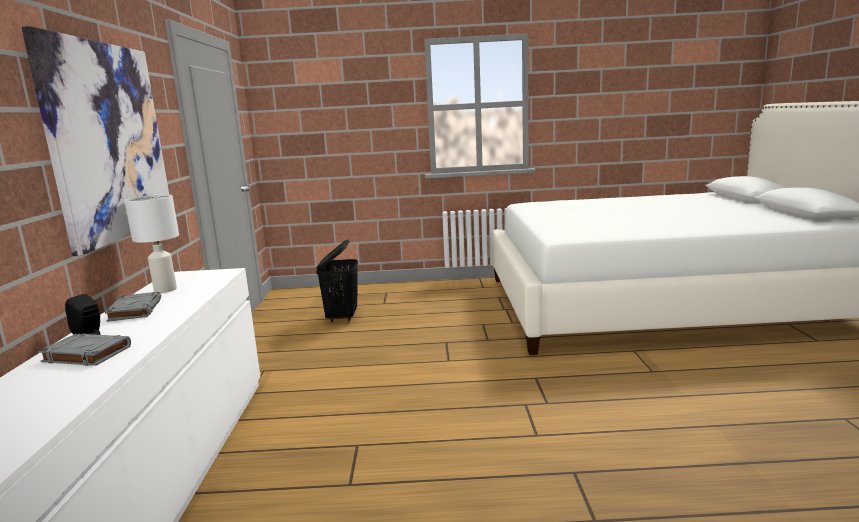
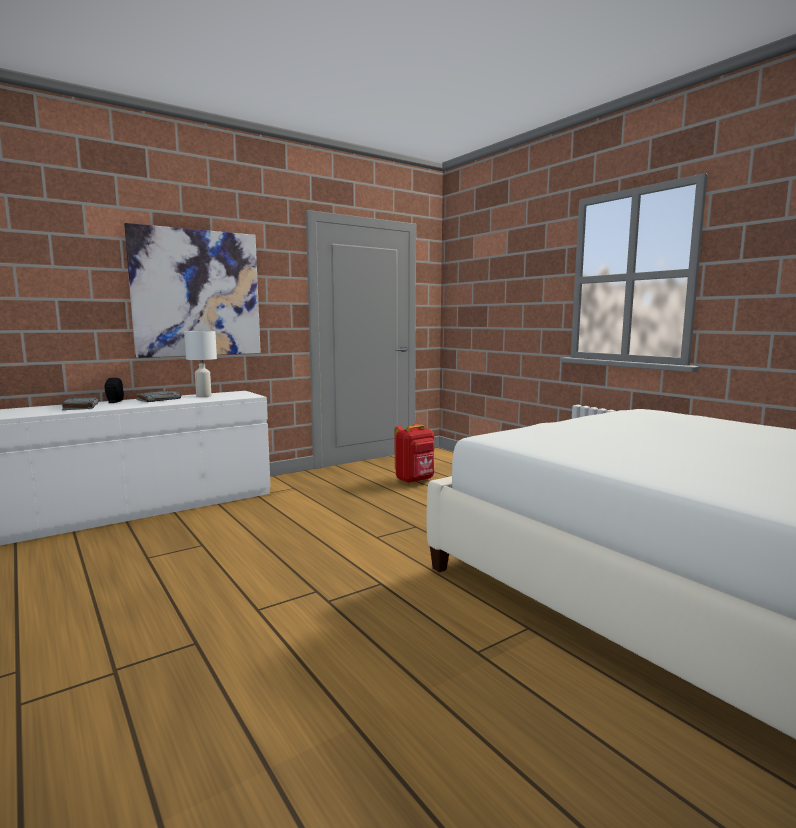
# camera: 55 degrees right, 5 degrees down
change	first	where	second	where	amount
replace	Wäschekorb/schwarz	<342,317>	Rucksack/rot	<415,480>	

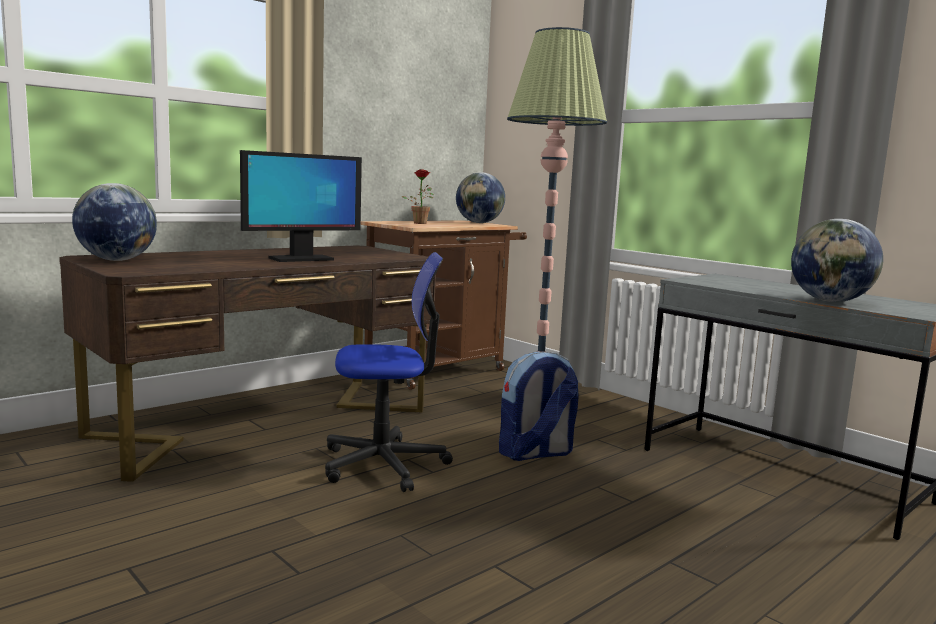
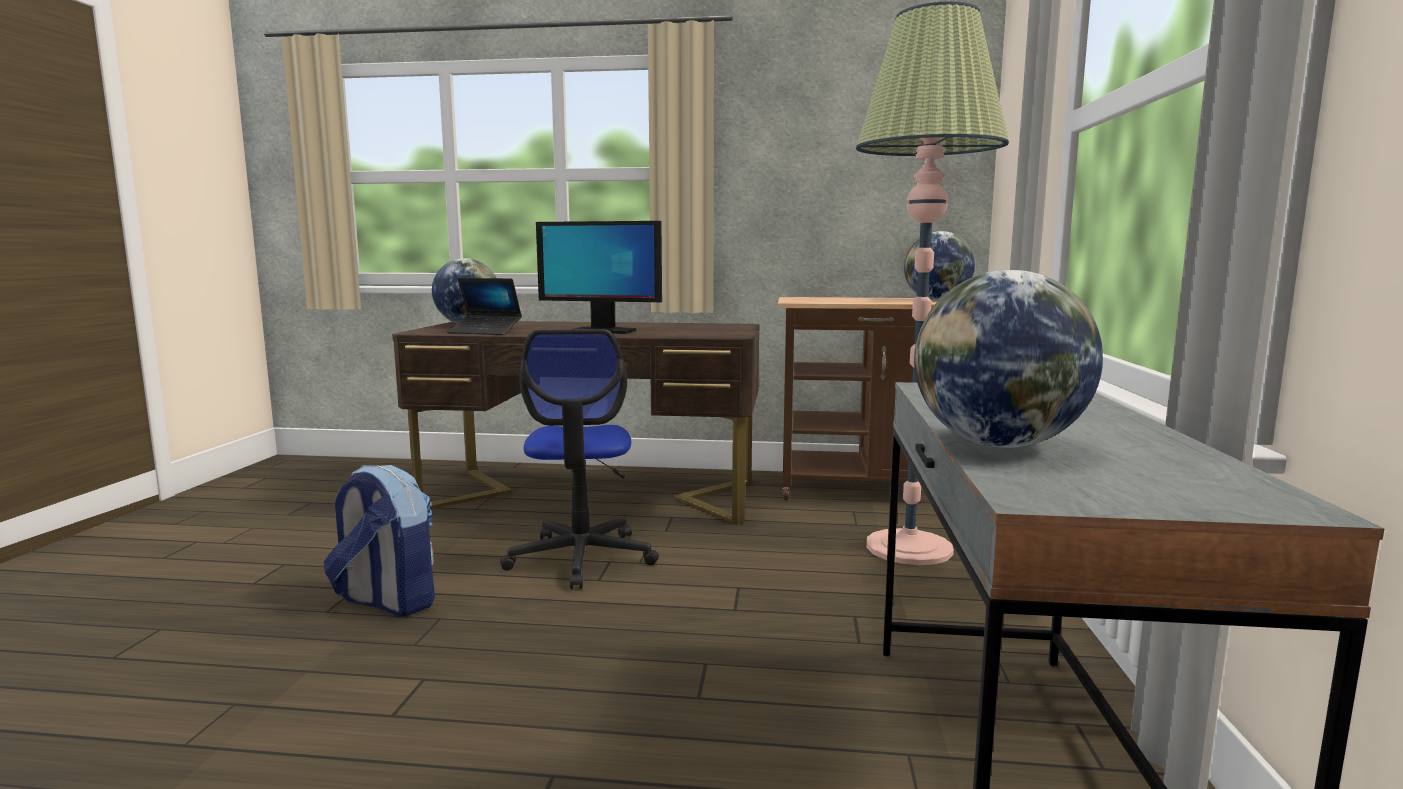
# camera: 50 degrees right, 0 degrees up
change	first	where	second	where	amount
rotate	Bürostuhl	<384,464>		<581,558>	45 degrees clockwise
delete	Topfpflanze	<420,223>			
move	Rucksack	<535,453>		<386,601>	
insert			Laptop	<485,332>	

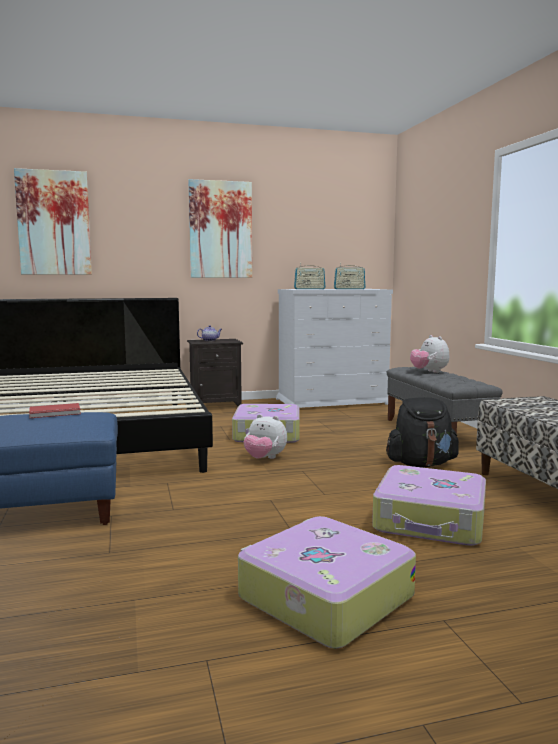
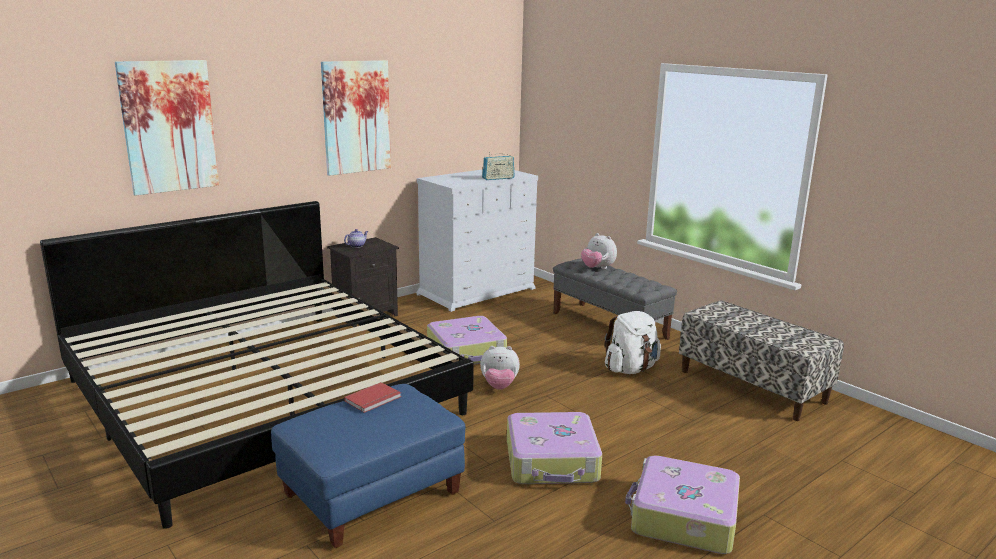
# camera: 25 degrees left, 10 degrees up
change	first	where	second	where	amount
delete	Radio	<309,289>			
move	Koffer	<430,521>		<552,461>	
recolor	Rucksack/schwarz	<421,464>	Rucksack/weiß	<630,369>	

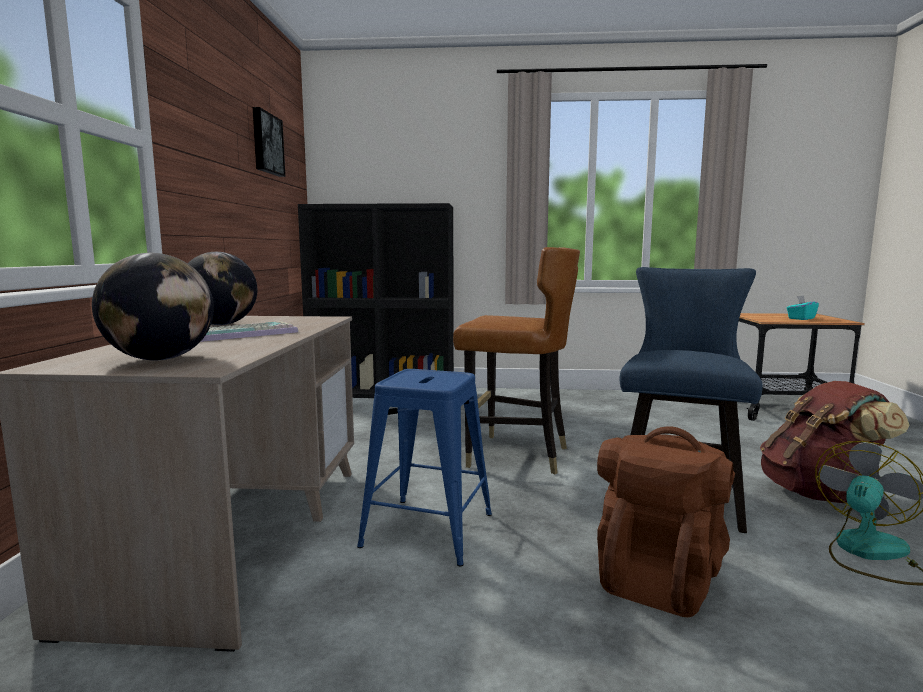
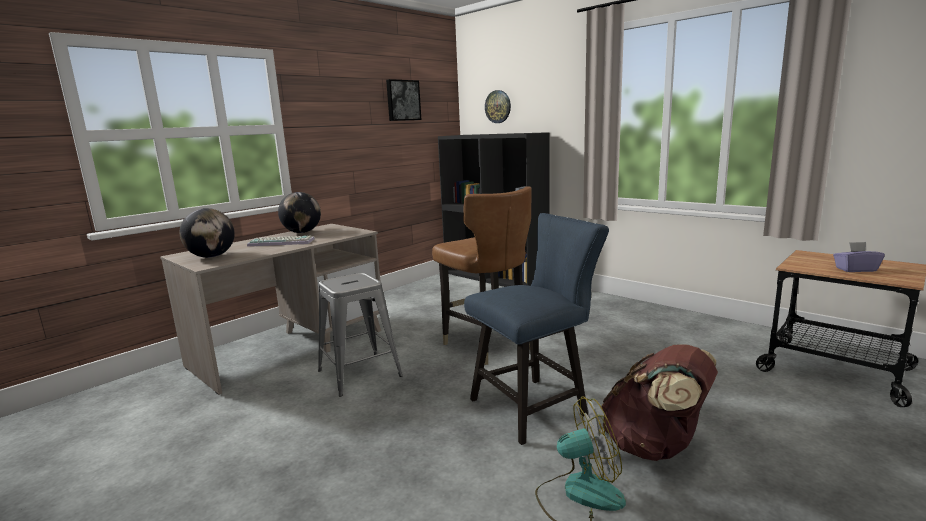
# camera: 40 degrees right, 5 degrees up
change	first	where	second	where	amount
recolor	Hocker/blau	<428,529>	Hocker/grau	<359,373>	
delete	Rucksack/braun	<658,576>			
recolor	Taschentuchbox/türkis	<801,318>	Taschentuchbox/lila	<855,269>	
insert			Wanduhr	<498,106>	

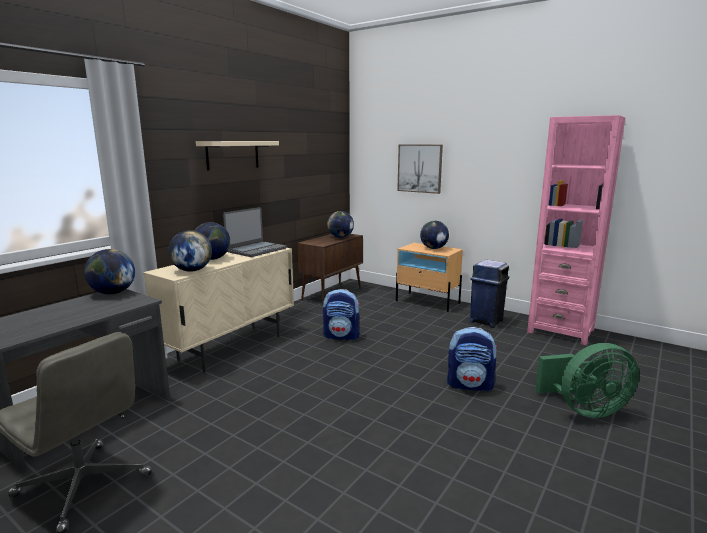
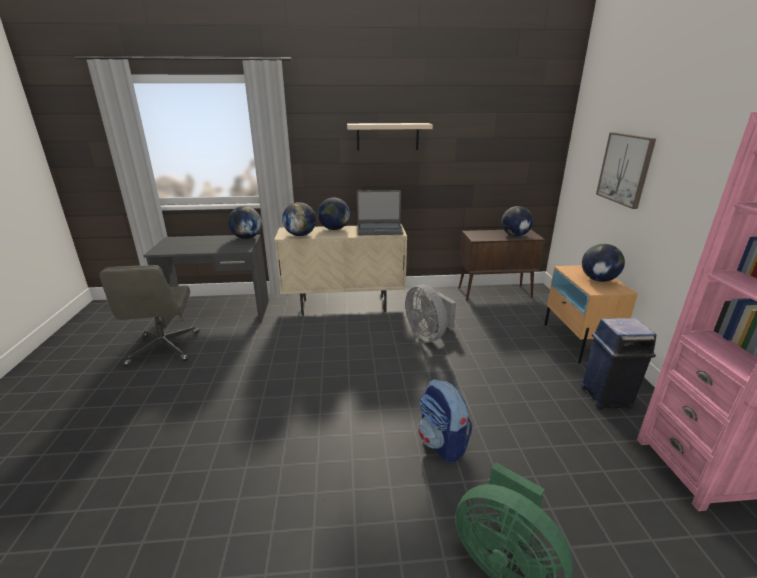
# camera: 50 degrees right, 10 degrees up
change	first	where	second	where	amount
replace	Rucksack	<342,336>	Ventilator/grau	<428,334>	

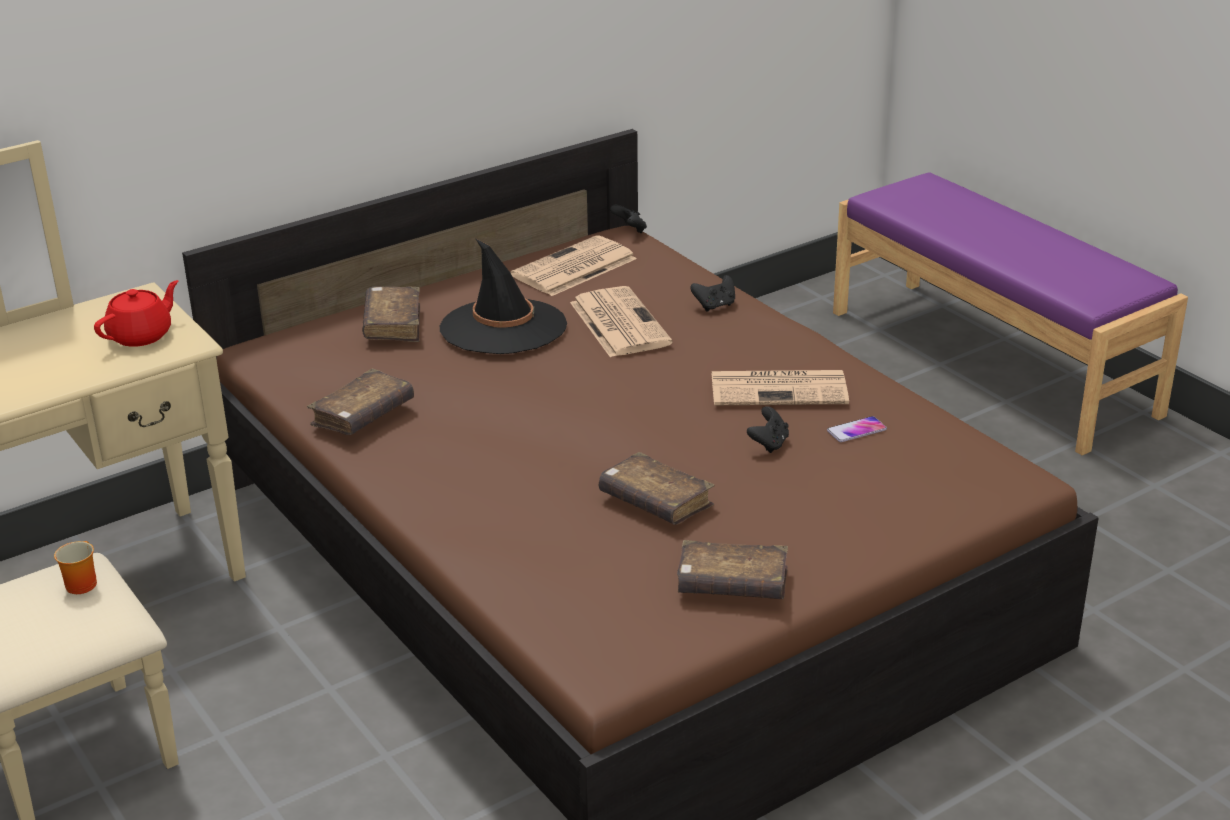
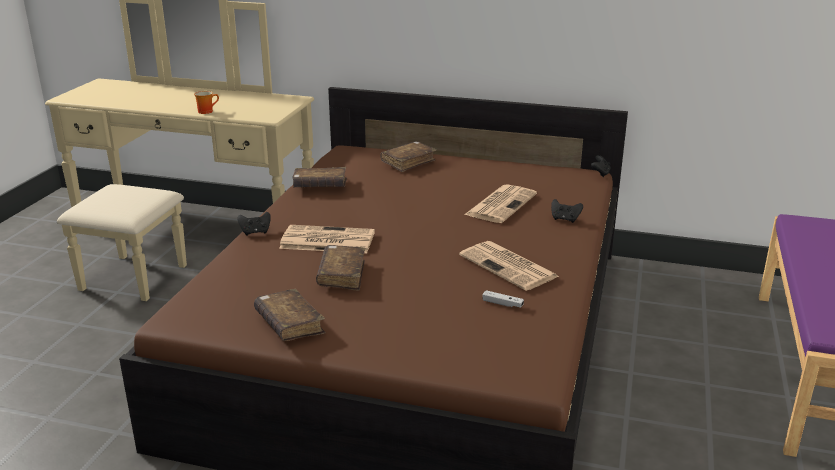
# camera: 50 degrees right, 5 degrees down
change	first	where	second	where	amount
move	Henkelbecher	<80,583>		<206,111>	
delete	Teekanne/rot	<141,335>			
delete	Hut/schwarz	<503,327>			
move	Zeitung	<573,268>		<326,240>	
move	Gamepad/schwarz	<769,444>		<255,232>	
replace	Handy	<856,430>	Gamepad/weiß	<502,304>	

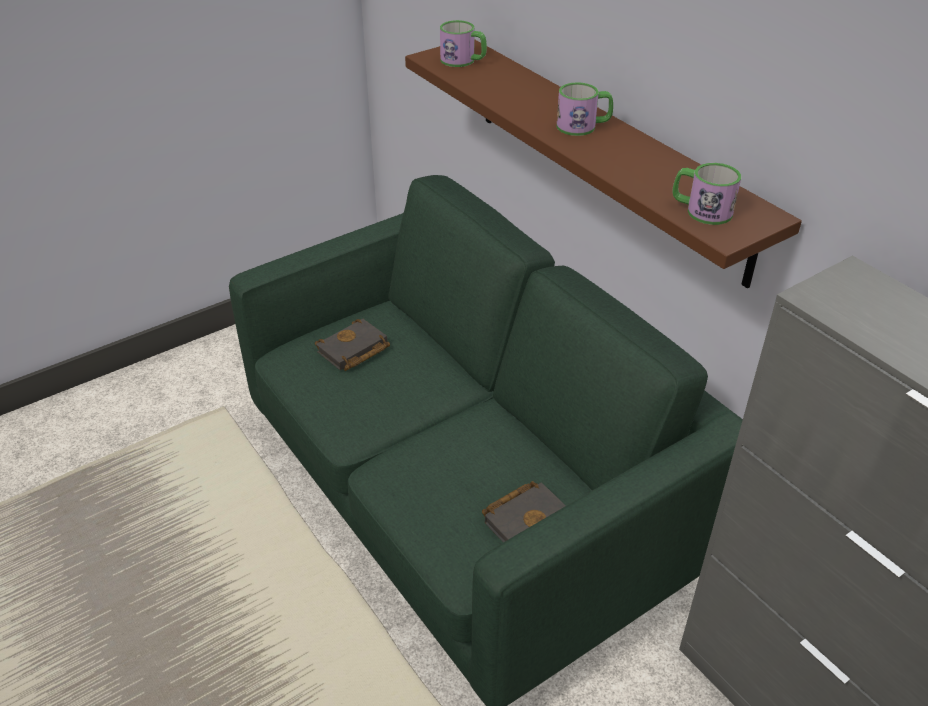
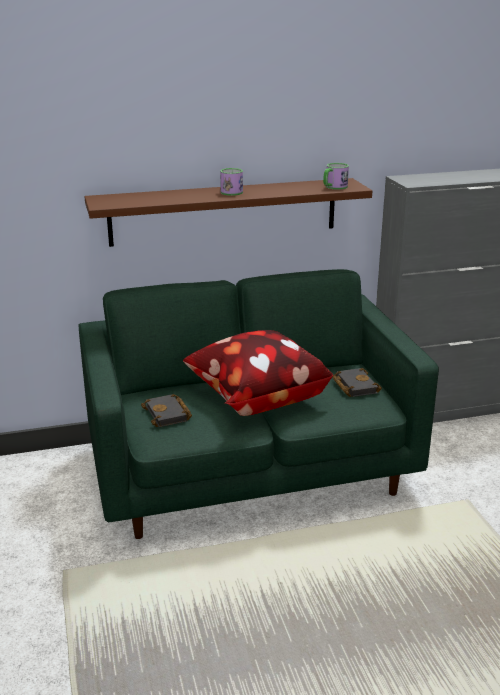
# camera: 70 degrees left, 15 degrees down
change	first	where	second	where	amount
delete	Henkelbecher	<463,61>			
insert			Kissen	<255,398>	

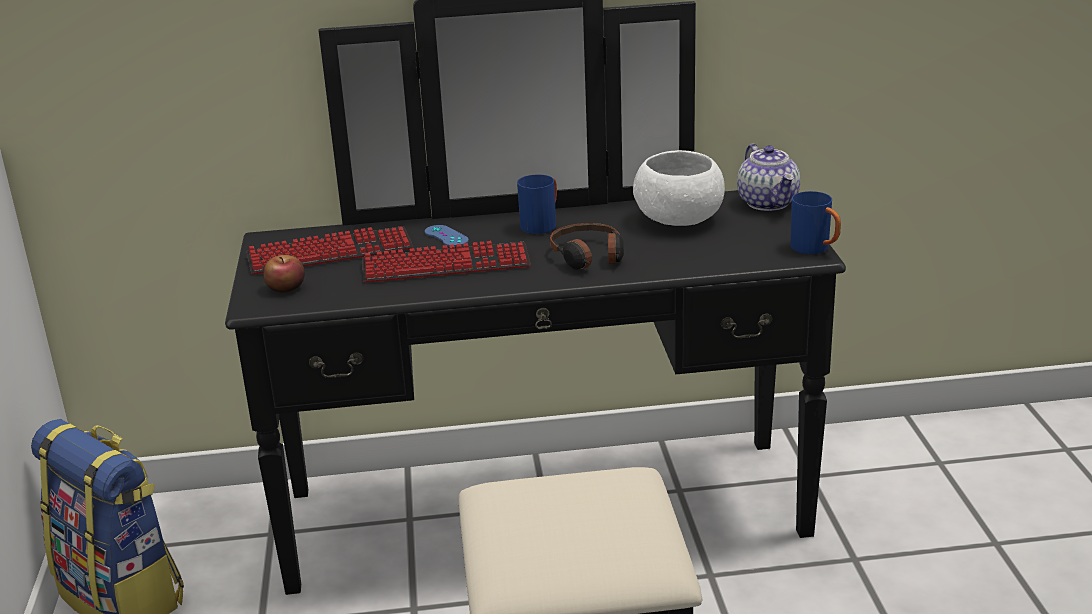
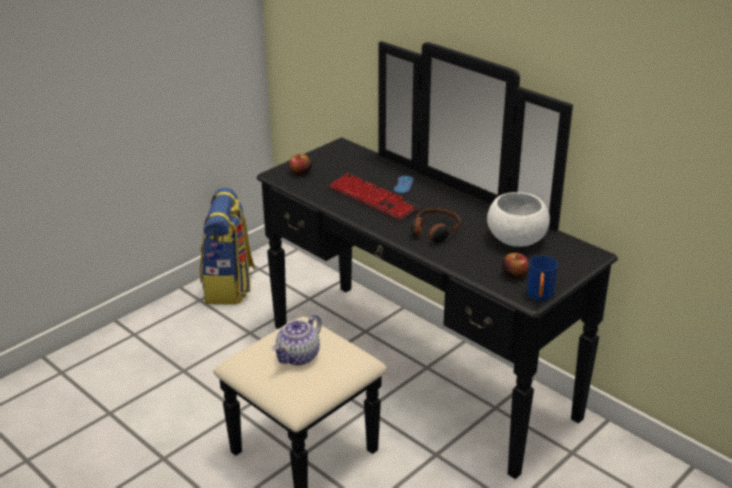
# camera: 50 degrees right, 5 degrees up
change	first	where	second	where	amount
delete	Tastatur	<330,253>			
delete	Henkelbecher/blau	<542,224>			
move	Teekanne	<769,203>		<298,356>	
insert			Apfel	<514,274>	

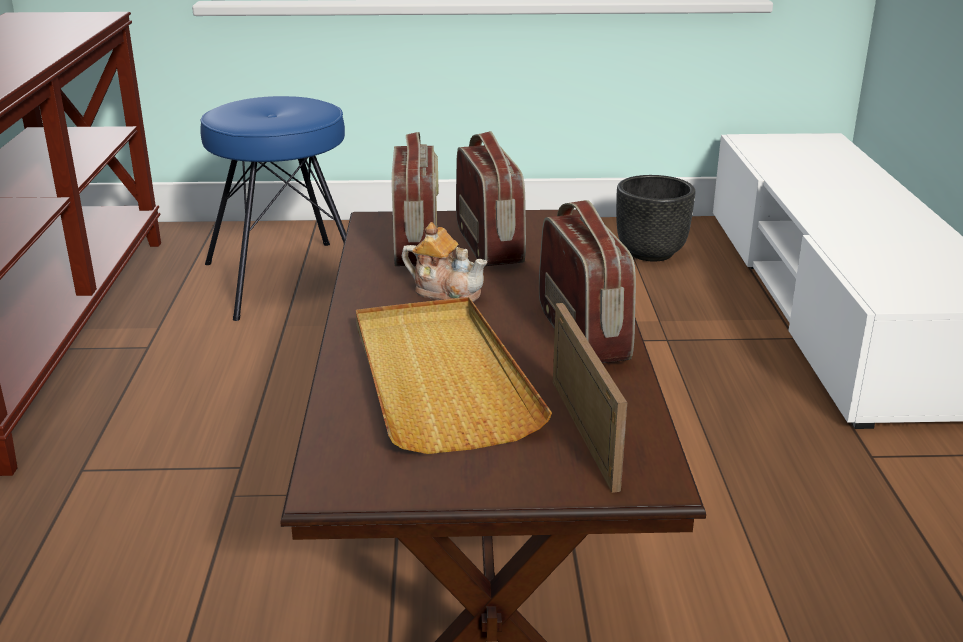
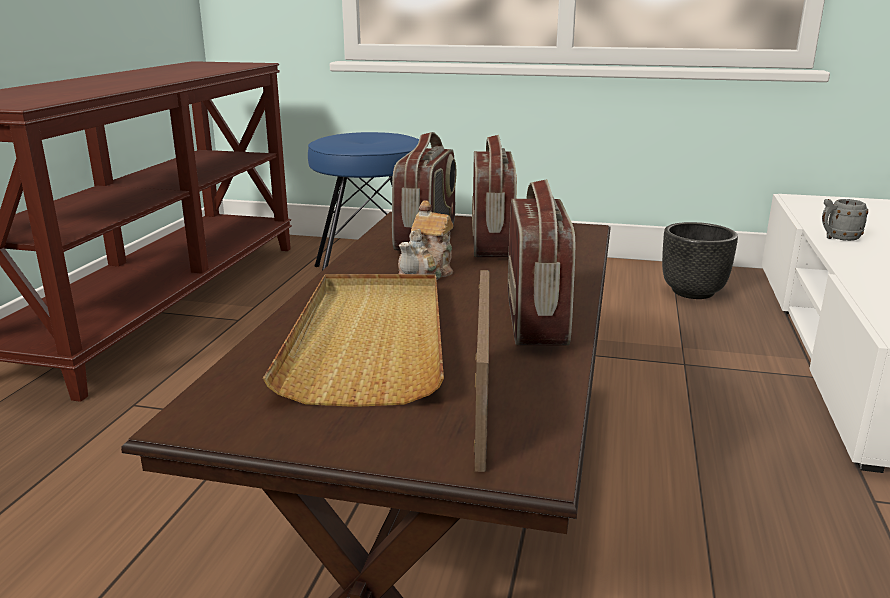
# camera: 15 degrees right, 5 degrees down
change	first	where	second	where	amount
rotate	Teekanne	<446,291>		<427,273>	75 degrees clockwise
insert			Henkelbecher/grau	<838,238>	

